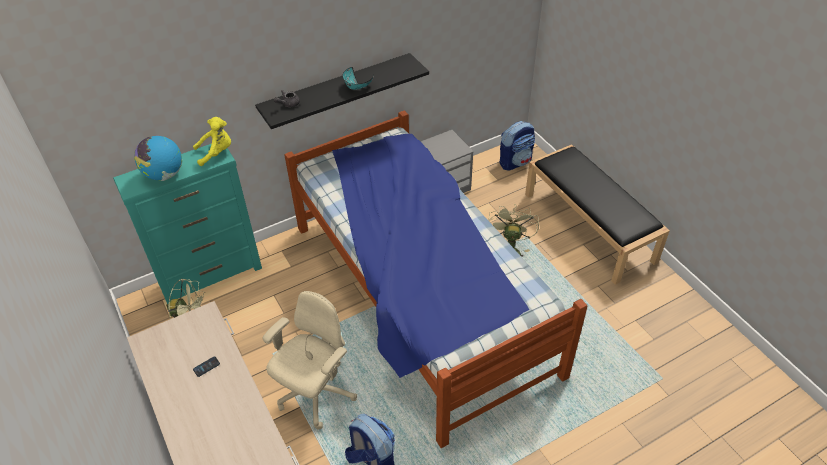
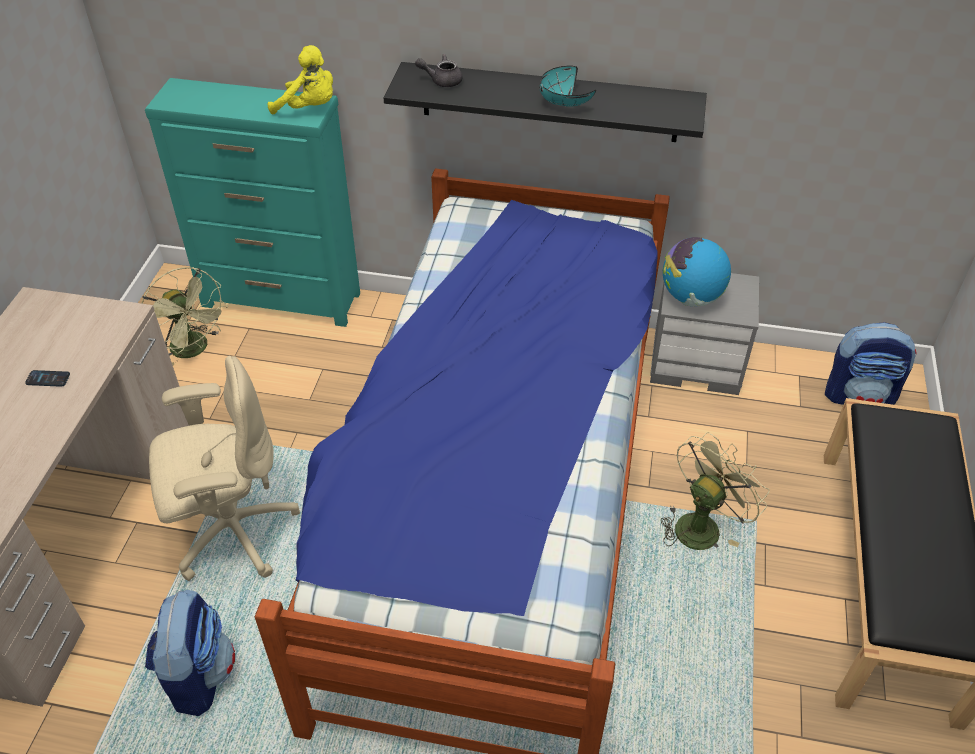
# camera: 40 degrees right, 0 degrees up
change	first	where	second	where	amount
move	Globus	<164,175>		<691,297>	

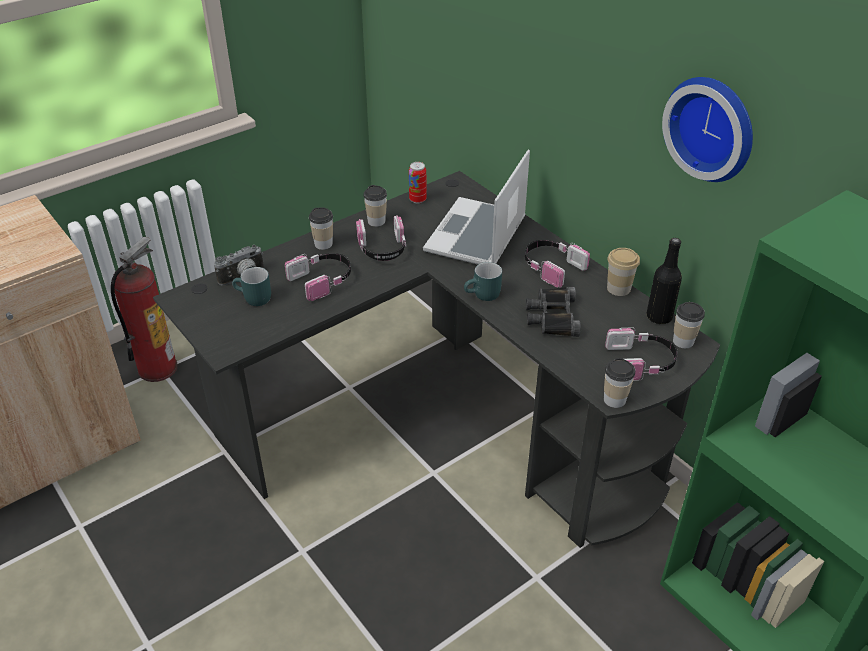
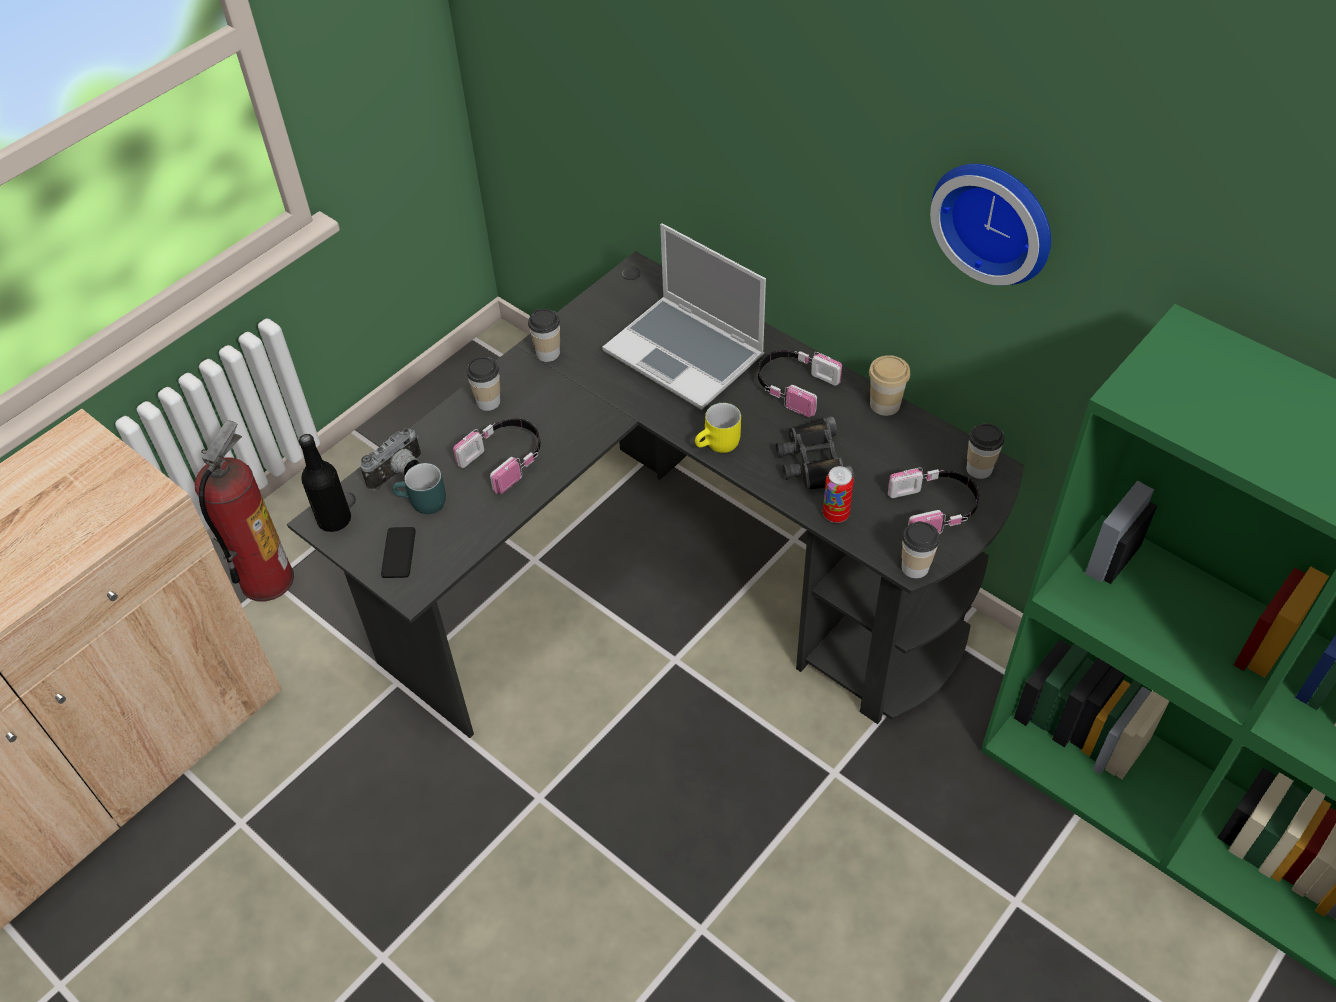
# camera: 10 degrees left, 10 degrees up
change	first	where	second	where	amount
delete	Kopfhörer	<382,249>			
move	Dose	<417,199>		<836,514>	
rotate	Laptop	<477,236>		<686,354>	60 degrees counterclockwise
recolor	Henkelbecher/türkis	<483,296>	Henkelbecher/gelb	<719,446>	
move	Flasche/schwarz	<659,317>		<334,520>	
insert			Handy	<398,553>	

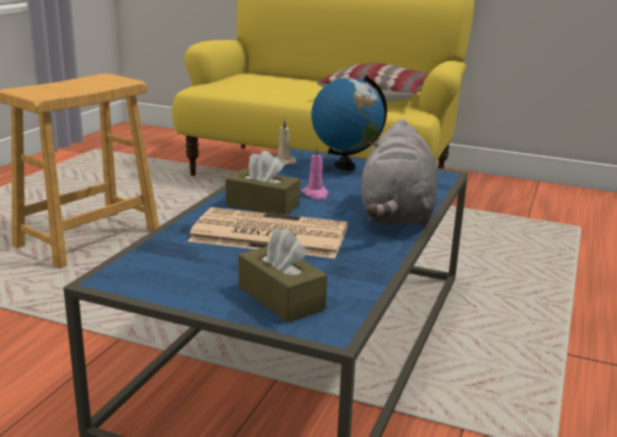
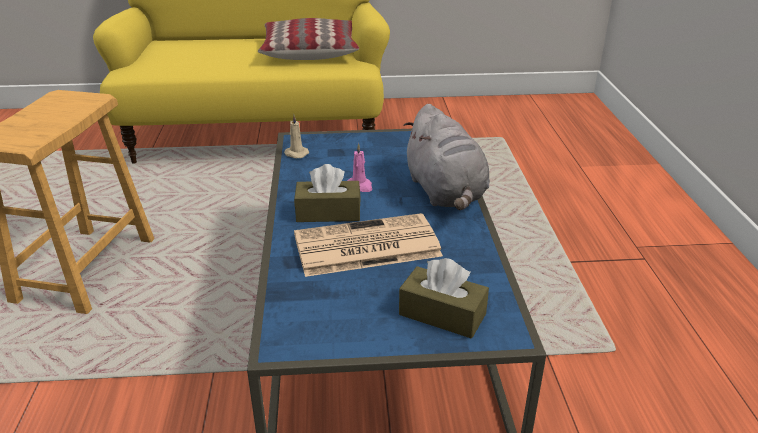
# camera: 25 degrees left, 10 degrees up
change	first	where	second	where	amount
delete	Globus	<344,166>			

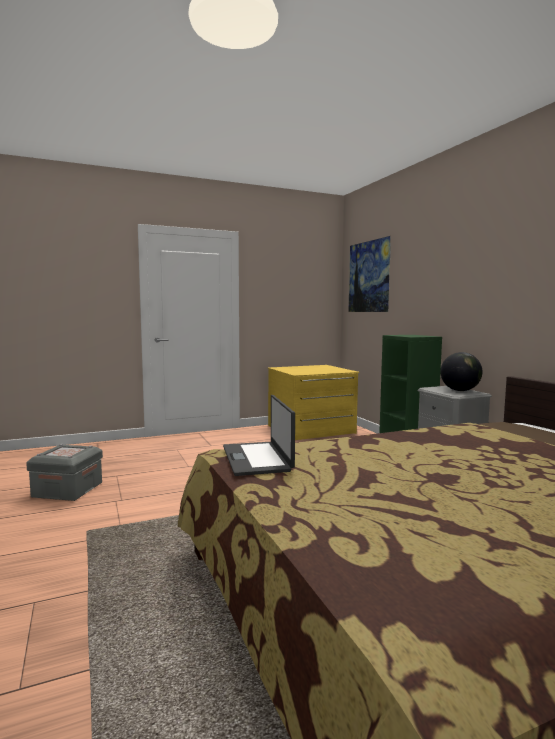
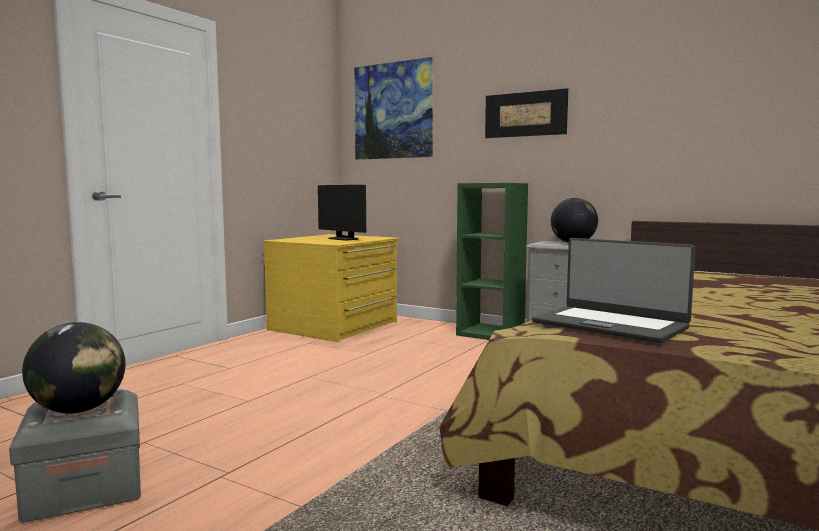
# camera: 35 degrees left, 0 degrees up
change	first	where	second	where	amount
insert			Globus	<78,410>	
insert			Monitor	<343,239>	
insert			Bild	<525,114>	

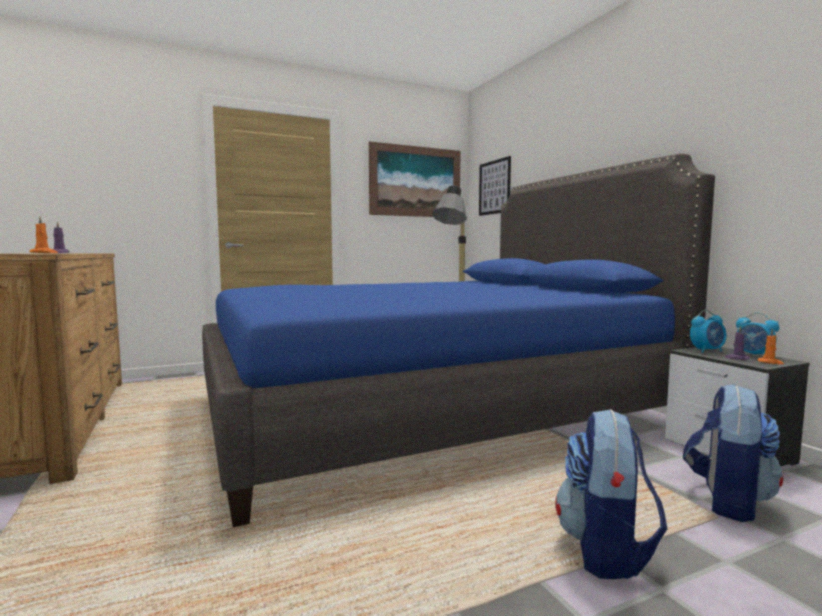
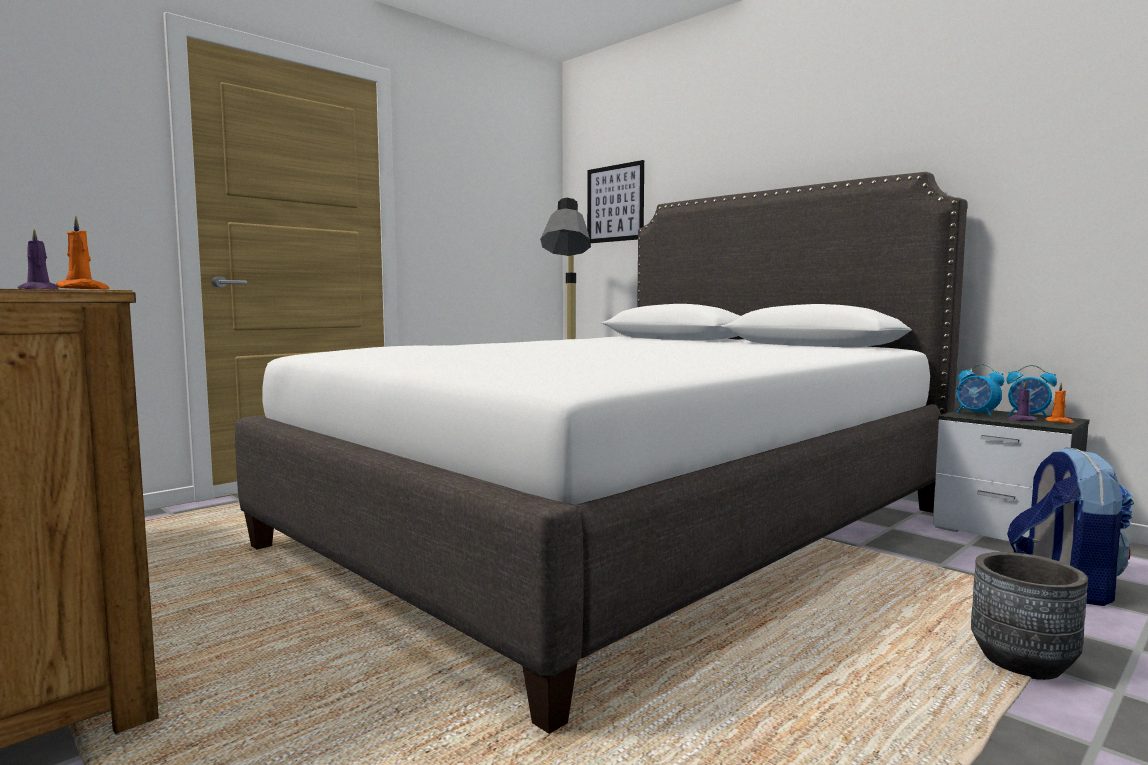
# camera: 20 degrees left, 0 degrees up
change	first	where	second	where	amount
recolor	Bett/blau	<429,411>	Bett/weiß	<622,526>	
delete	Bild	<415,181>			
replace	Rucksack	<606,550>	Pflanzkübel/grau	<1023,663>	
rotate	Wecker	<707,351>		<977,414>	90 degrees clockwise

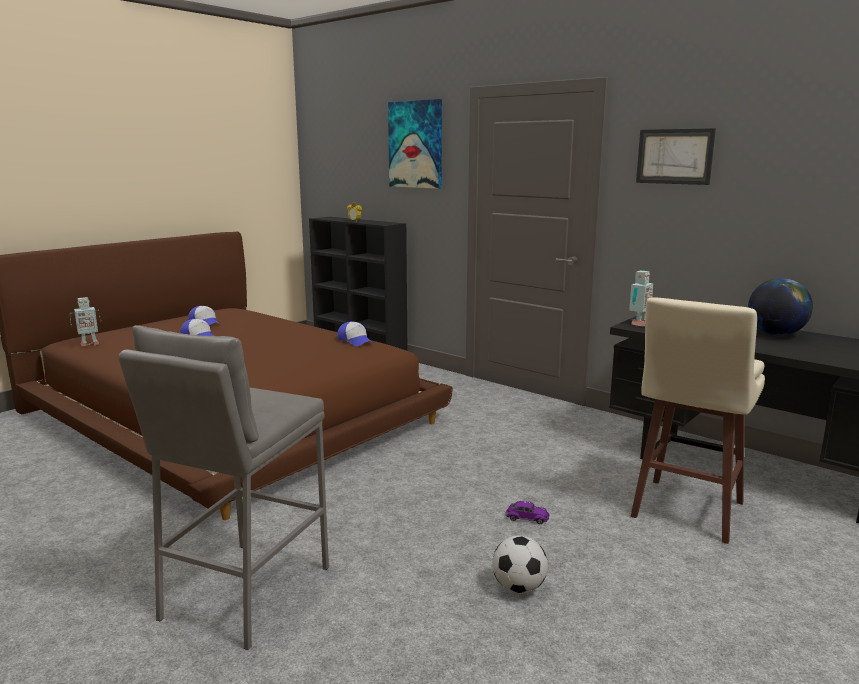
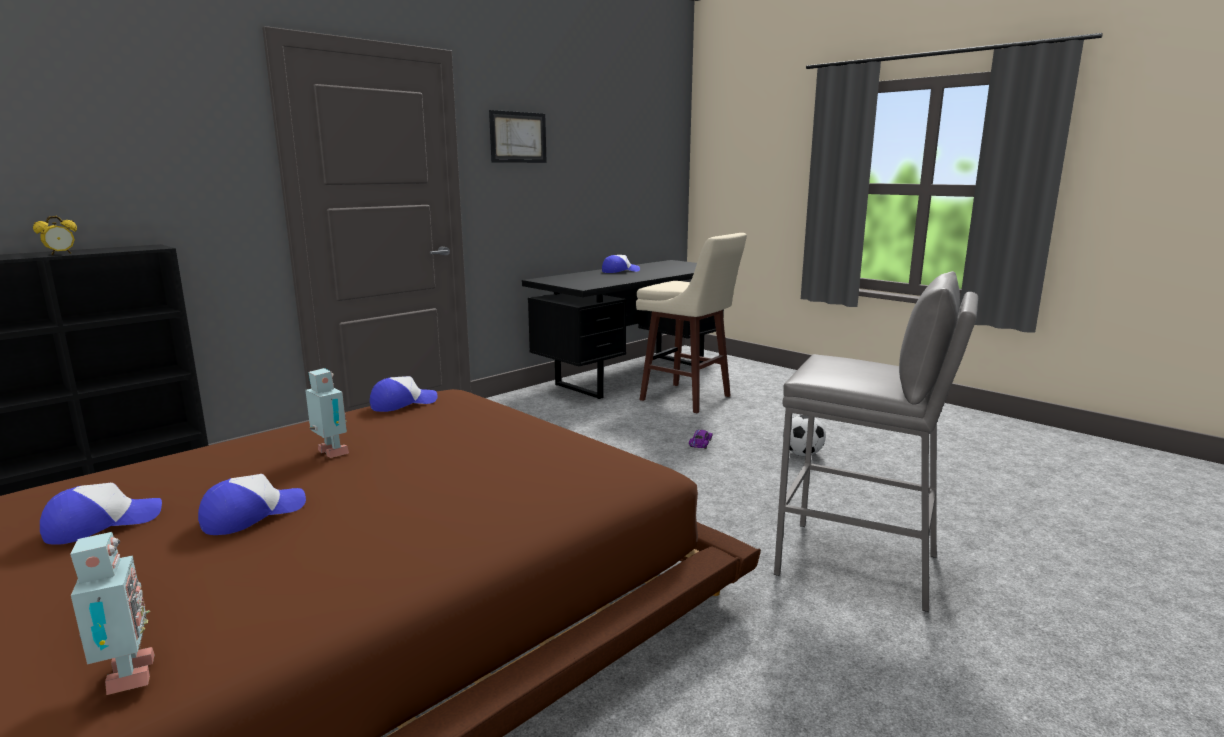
# camera: 85 degrees left, 0 degrees up
change	first	where	second	where	amount
delete	Bild	<416,144>			
move	Spielzeugroboter	<638,324>		<331,453>	
replace	Globus	<775,334>	Kappe	<620,271>	

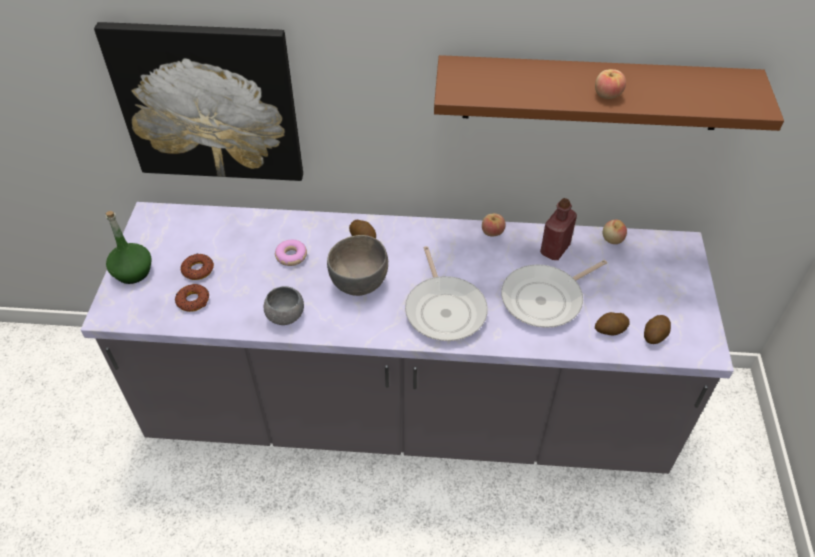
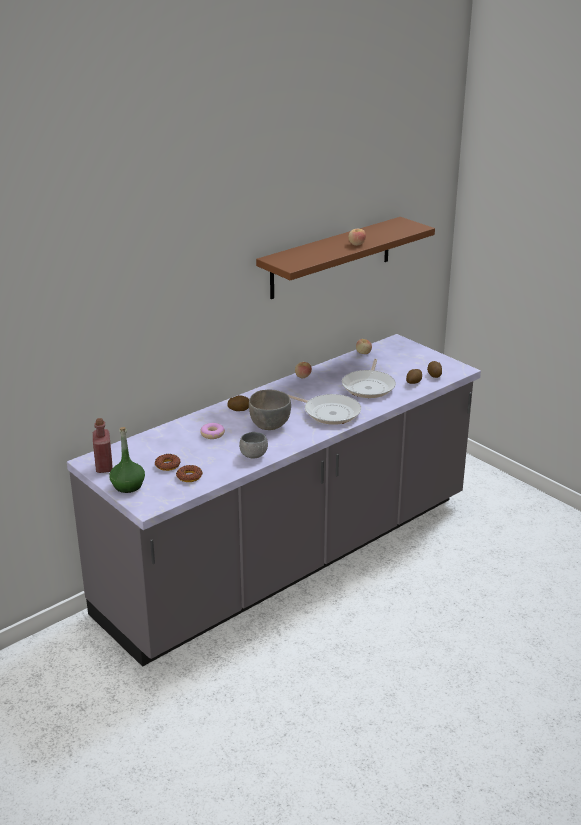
# camera: 45 degrees left, 20 degrees down
change	first	where	second	where	amount
delete	Bild	<208,103>			
move	Flasche/rot	<555,249>		<104,466>	

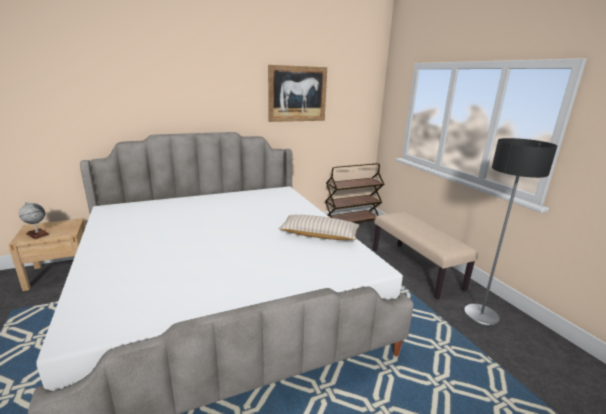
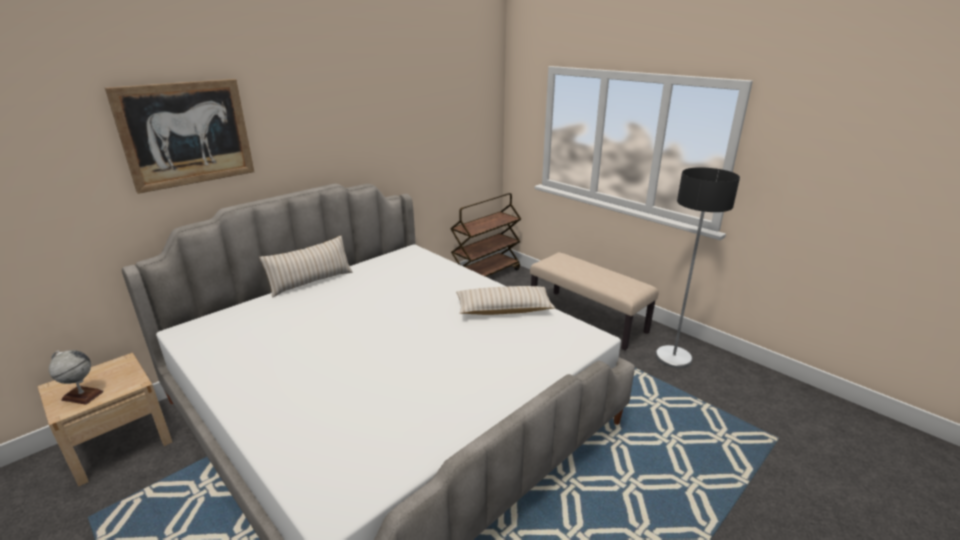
# camera: 20 degrees left, 5 degrees up
change	first	where	second	where	amount
move	Bild	<297,94>		<187,134>	
insert			Kissen/beige	<311,282>	

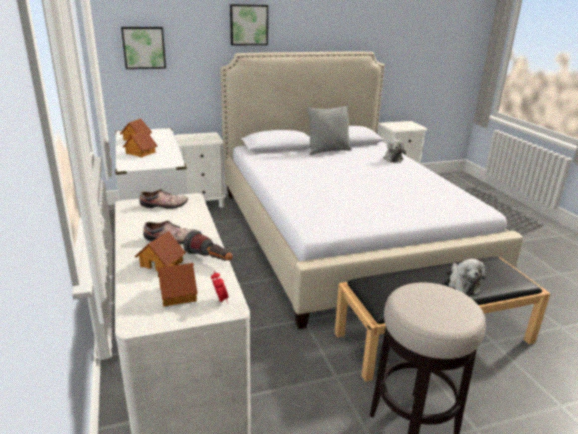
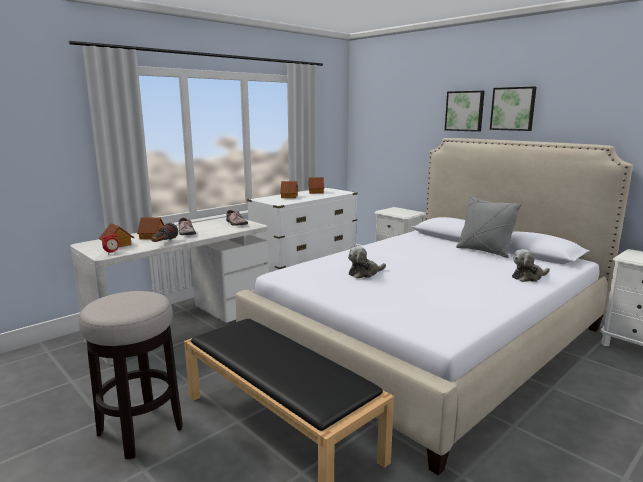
# camera: 65 degrees right, 10 degrees down
change	first	where	second	where	amount
move	Bild	<144,47>		<513,109>	
move	Plüschtier	<463,284>		<364,273>	

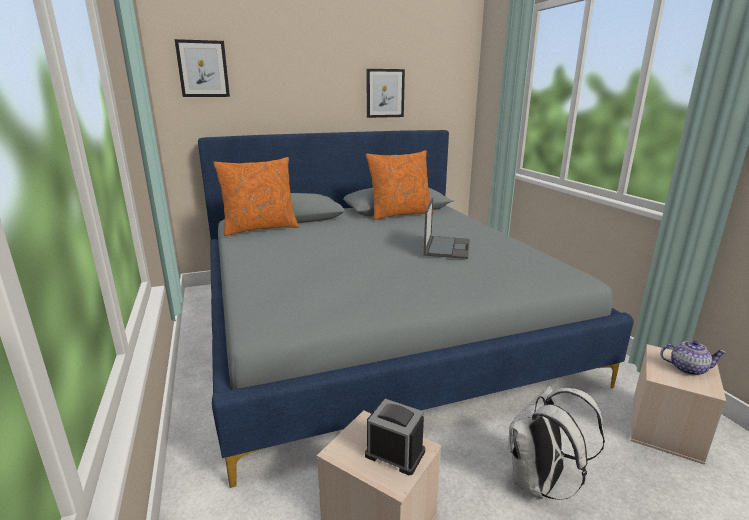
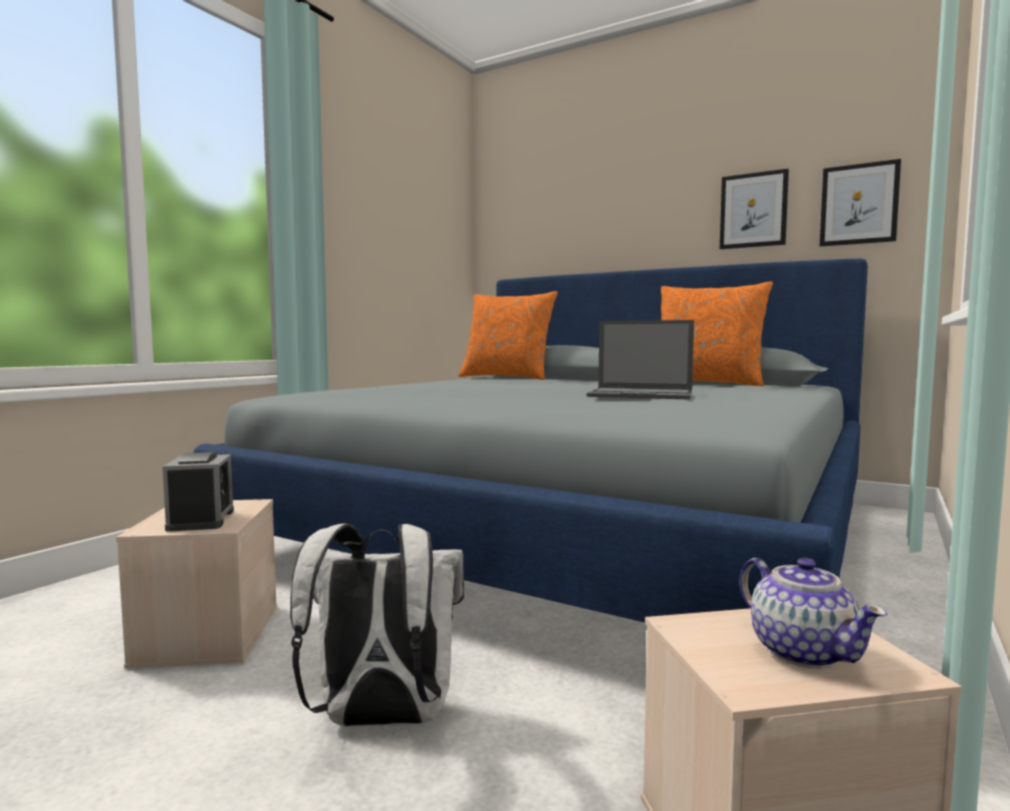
# camera: 50 degrees right, 15 degrees down
change	first	where	second	where	amount
move	Bild	<203,69>		<859,204>	
rotate	Laptop	<447,247>		<642,395>	45 degrees clockwise

